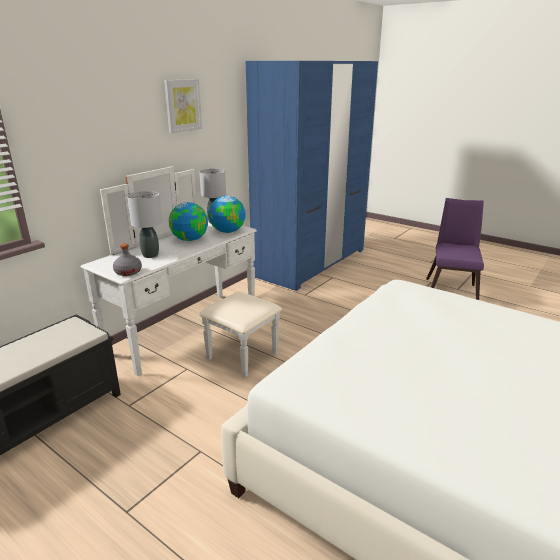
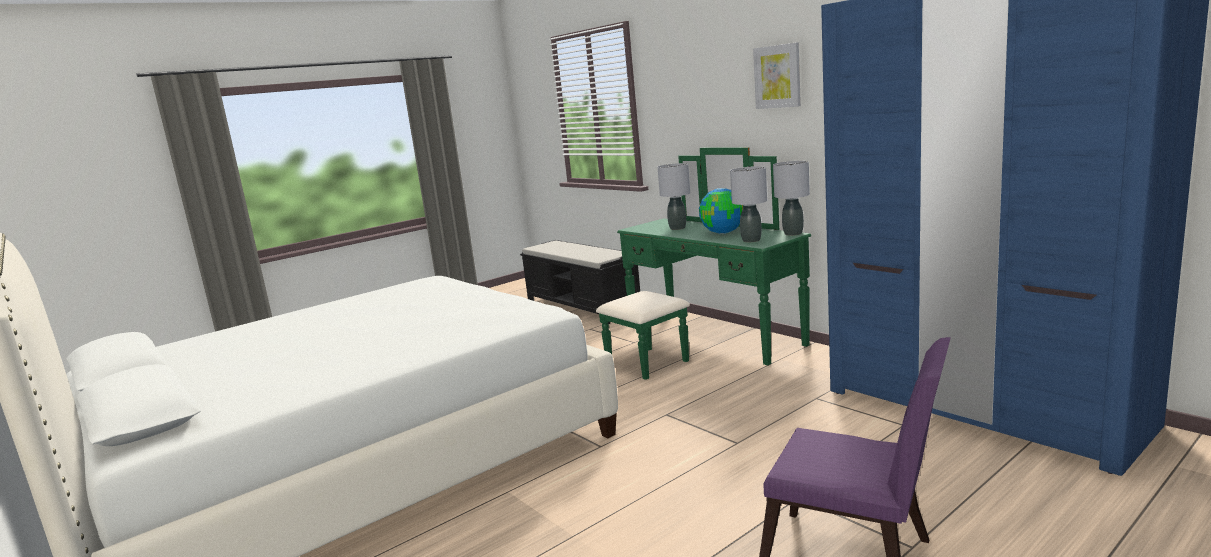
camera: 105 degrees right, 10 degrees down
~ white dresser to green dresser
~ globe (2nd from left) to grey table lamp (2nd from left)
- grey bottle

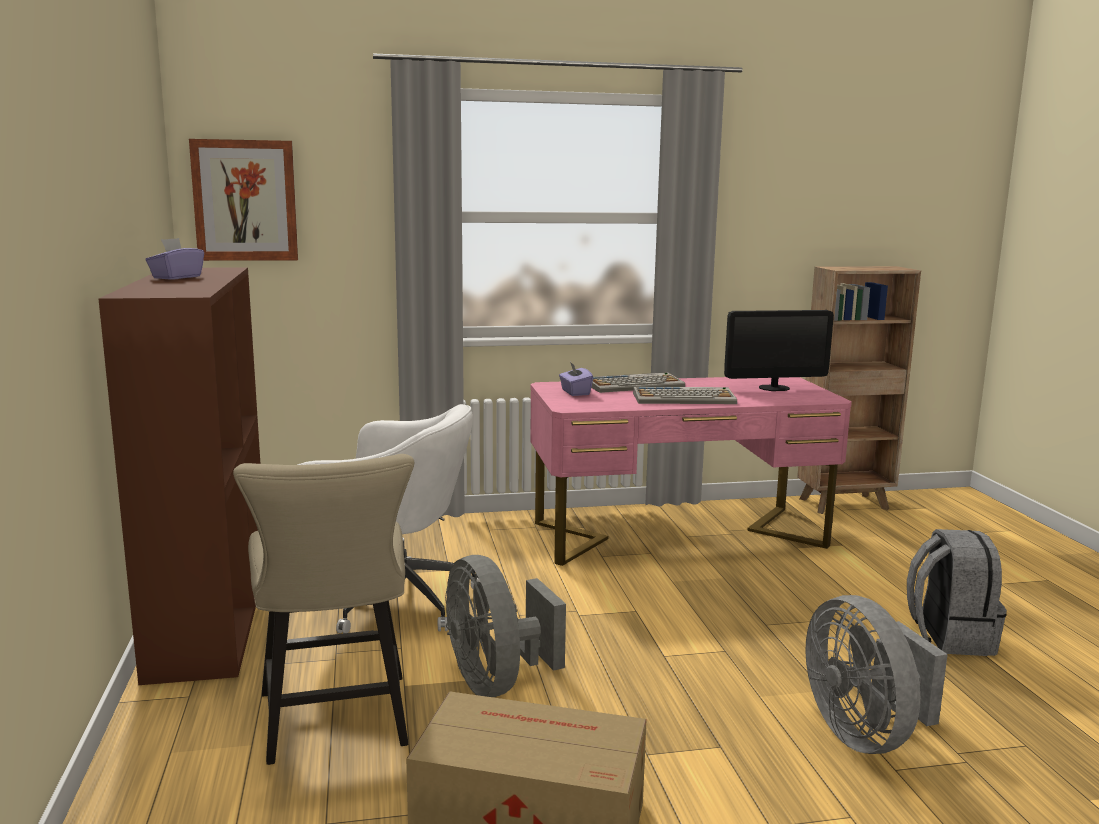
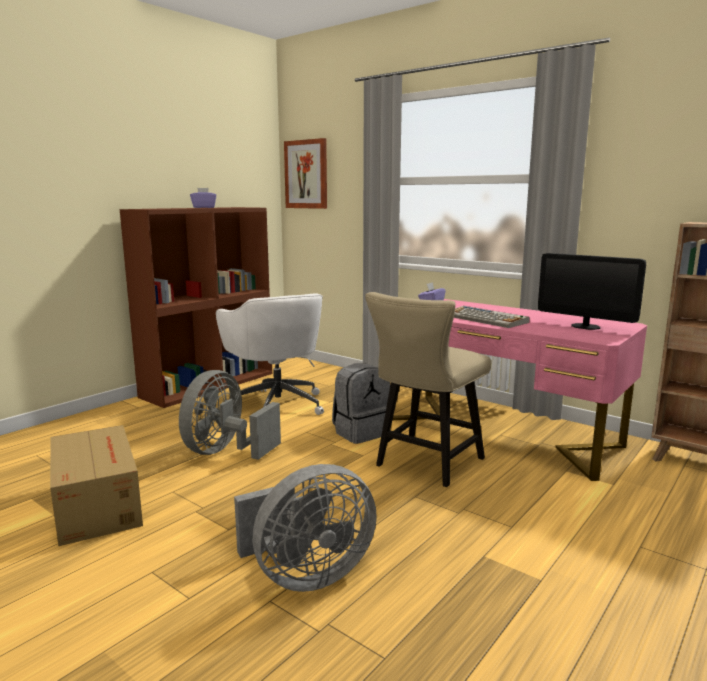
camera: 50 degrees right, 0 degrees up
- keyboard (1st from left)
~ beige chair
~ grey backpack
~ grey fan (2nd from left) 150 degrees counterclockwise

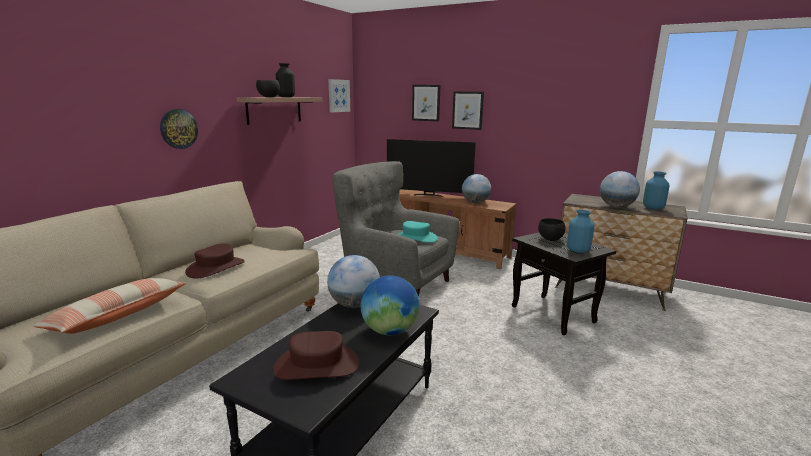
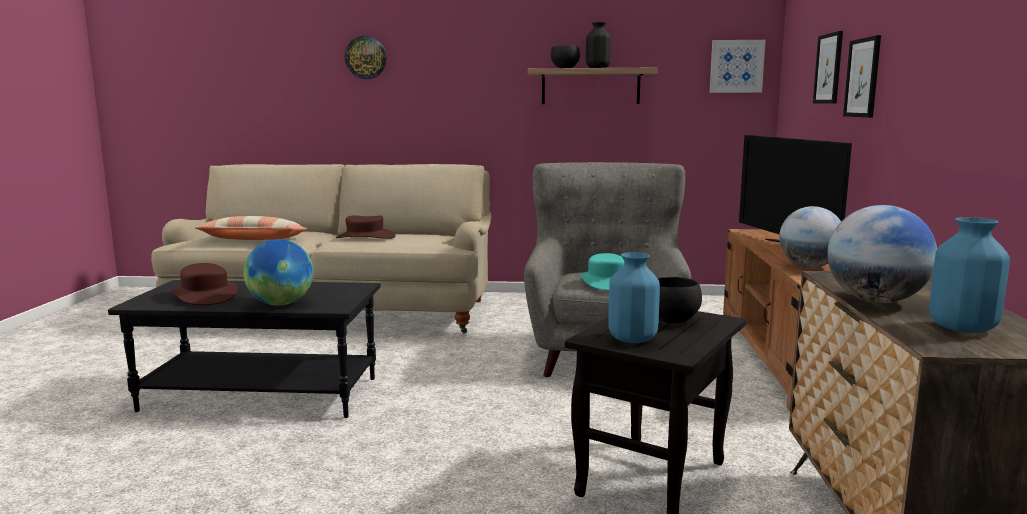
camera: 65 degrees right, 5 degrees down
~ wall clock
- globe (1st from left)

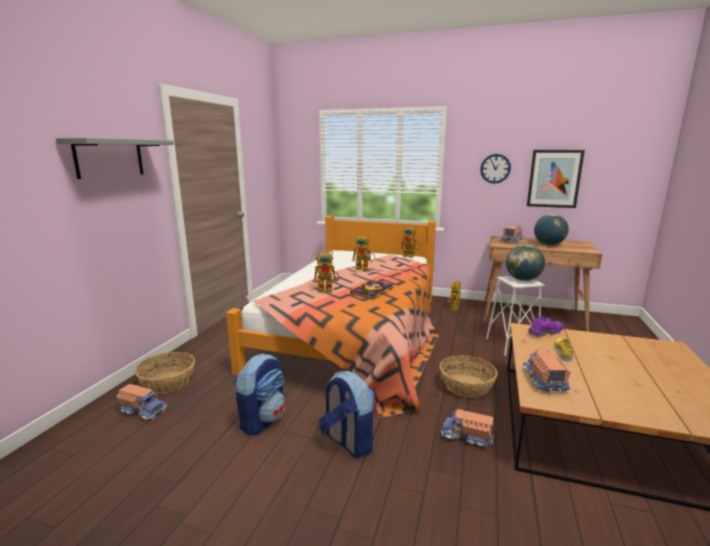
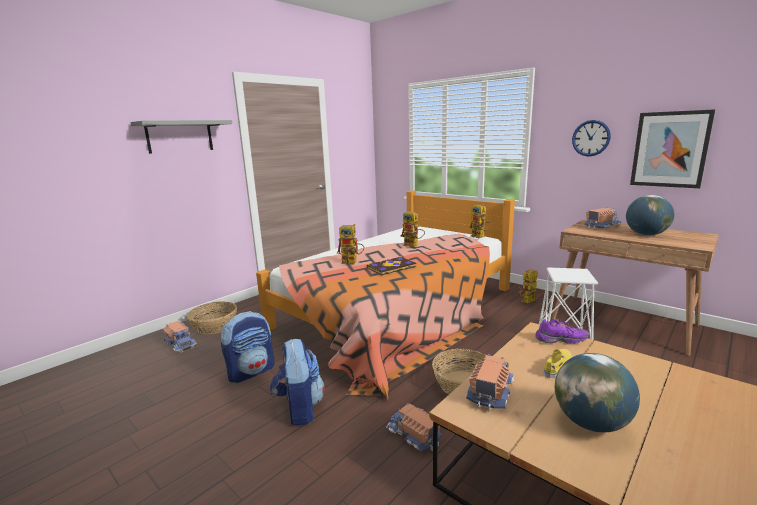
camera: 25 degrees right, 0 degrees up
~ globe (1st from left)

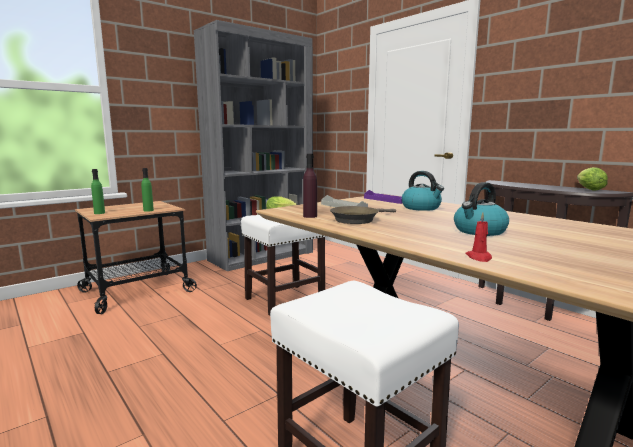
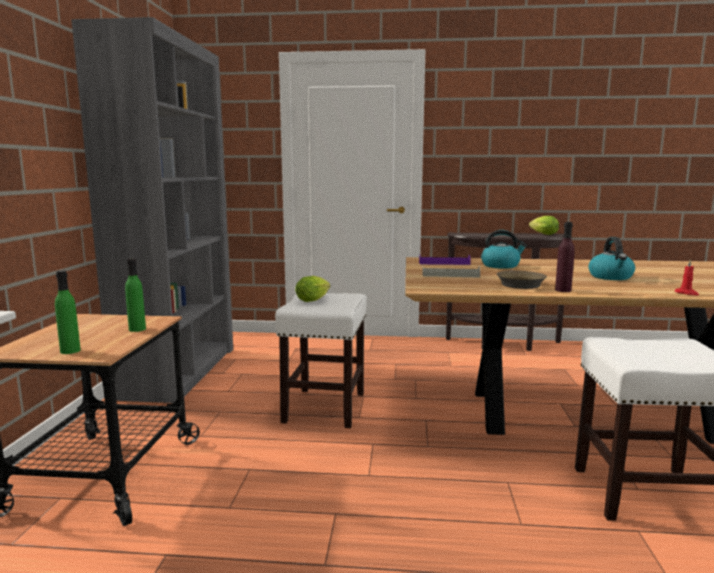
camera: 45 degrees left, 0 degrees up
~ purple bottle

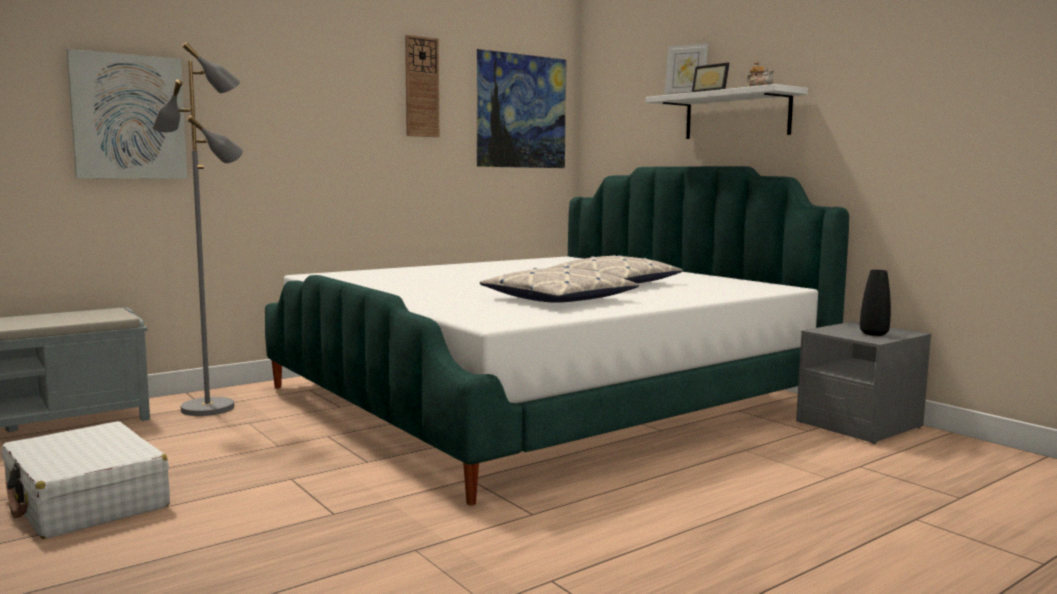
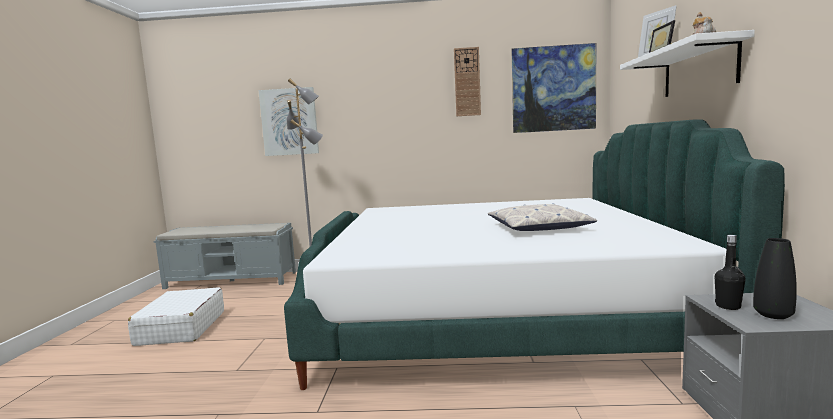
camera: 40 degrees right, 0 degrees up
- pillow (1st from left)
+ black bottle

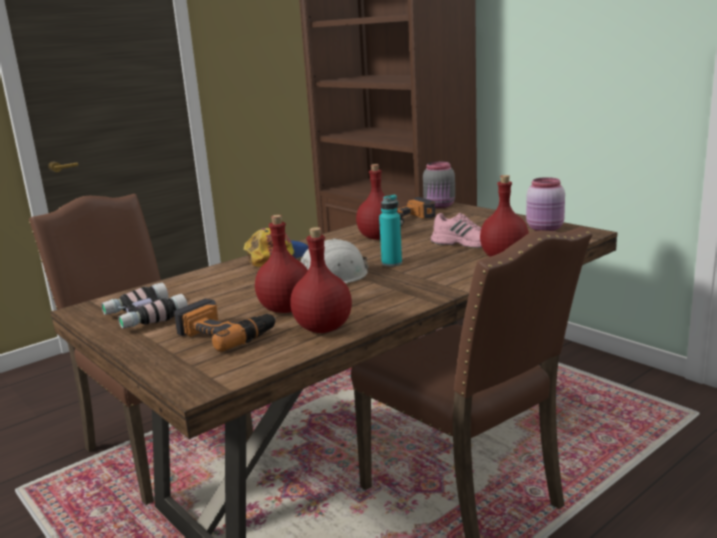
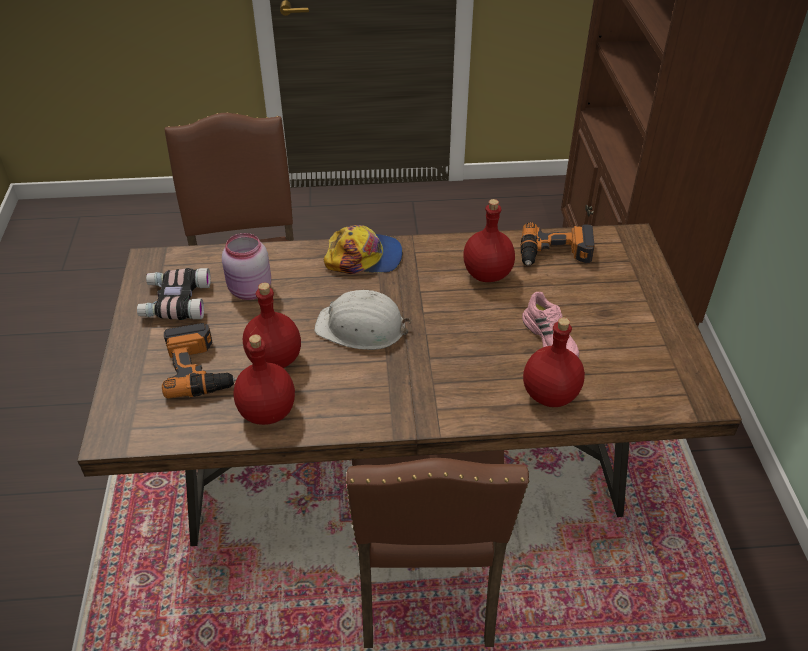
camera: 35 degrees right, 25 degrees up
- grey jar
~ pink jar
- turquoise bottle

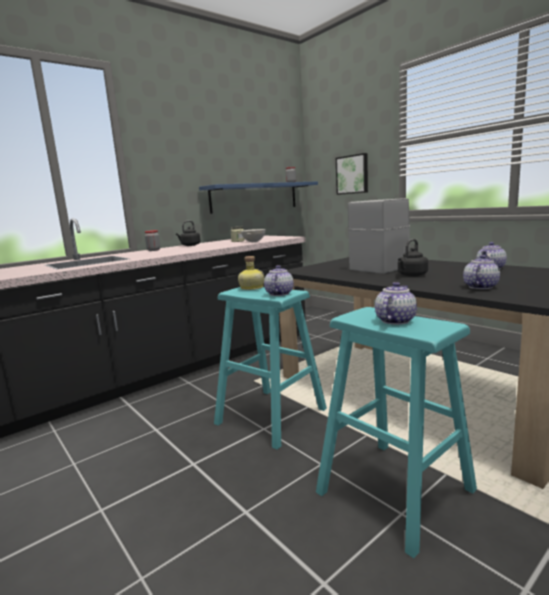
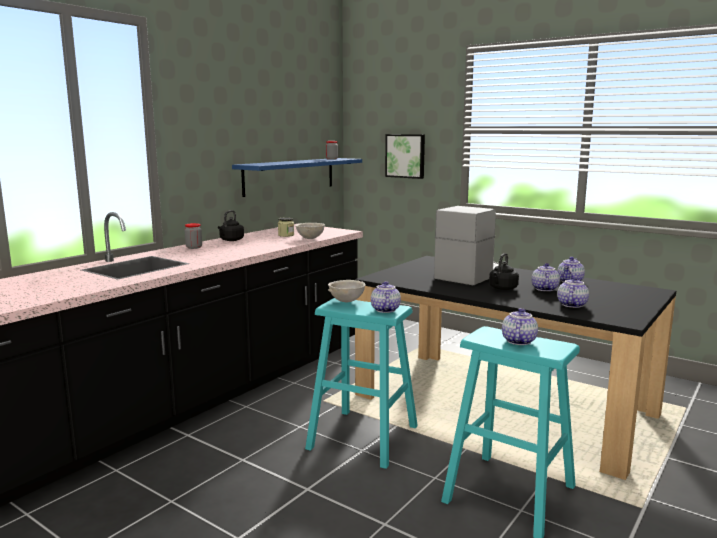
camera: 15 degrees left, 0 degrees up
~ bottle to grey bowl (2nd from left)
+ teapot (3rd from left)

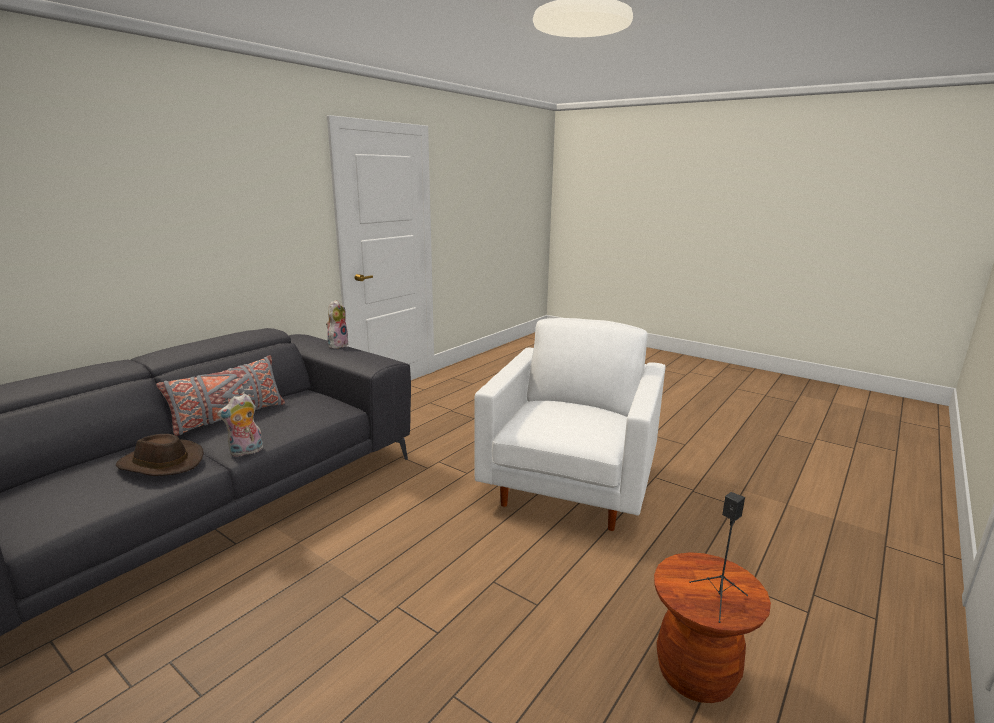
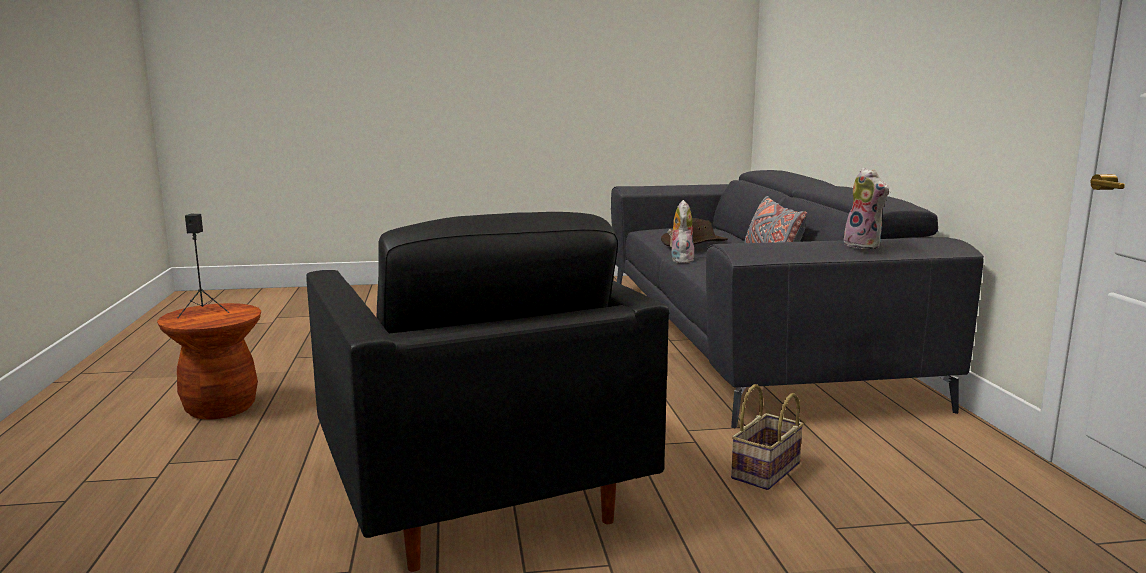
camera: 135 degrees right, 5 degrees down
~ white armchair to black armchair
+ basket

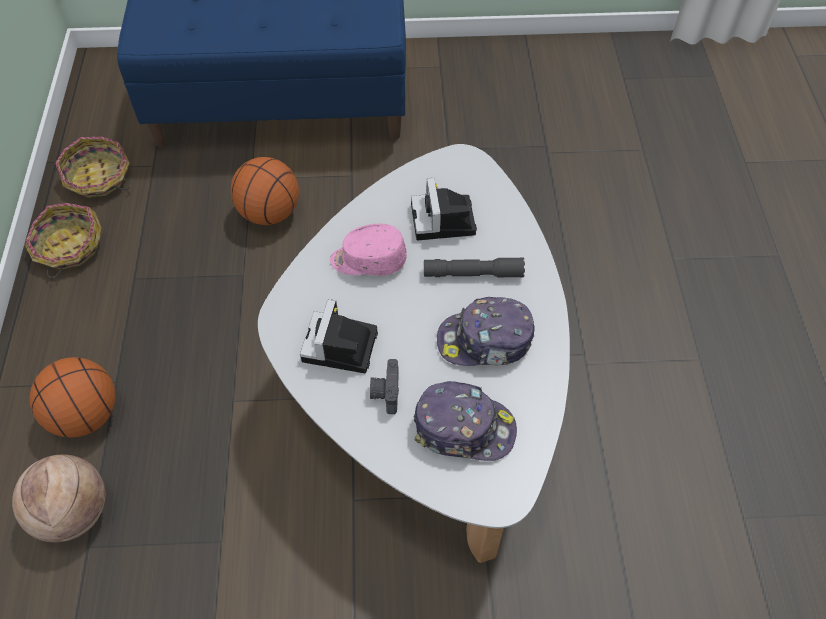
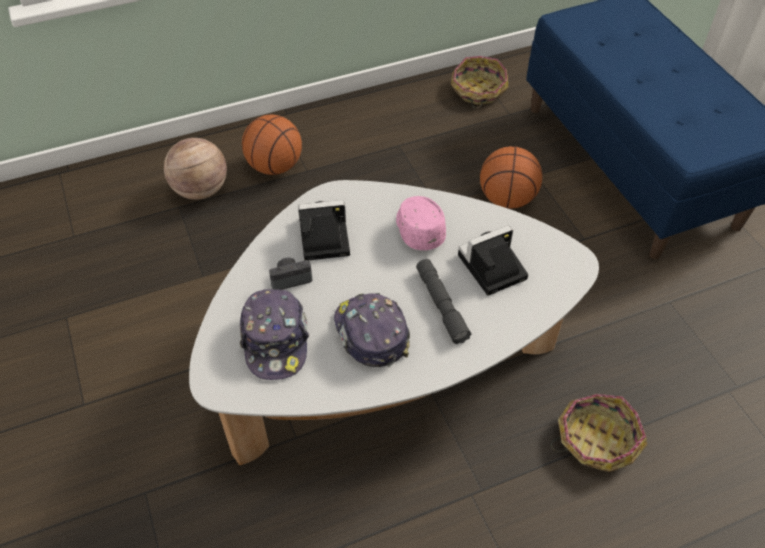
camera: 70 degrees right, 5 degrees down
~ basket (1st from left in the first image) to basket (2nd from left)

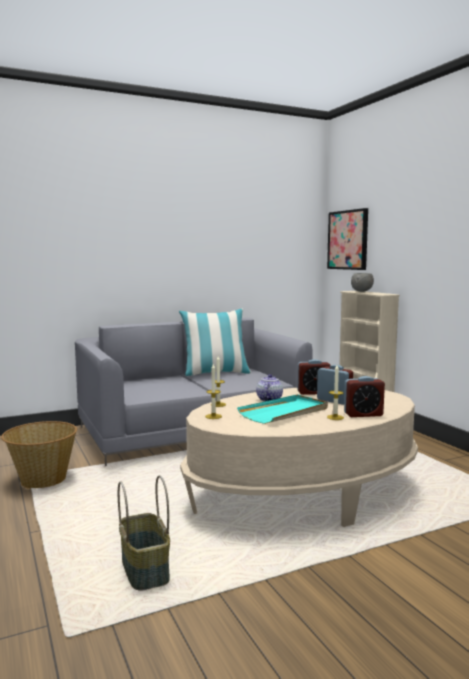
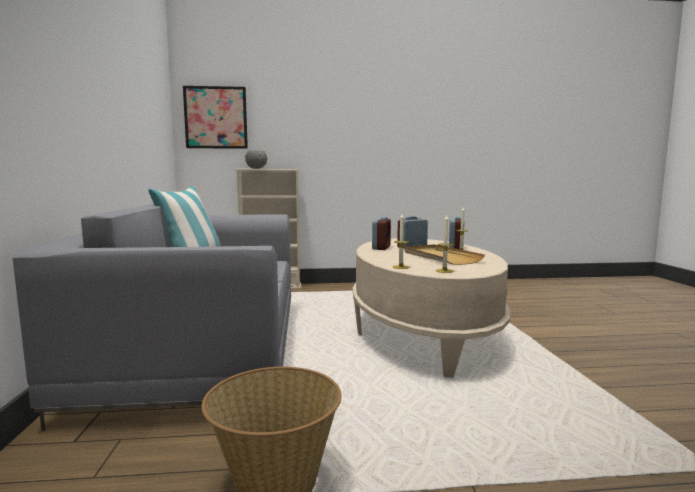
camera: 70 degrees left, 0 degrees up
- teapot
~ turquoise tray to beige tray
- basket (2nd from left)

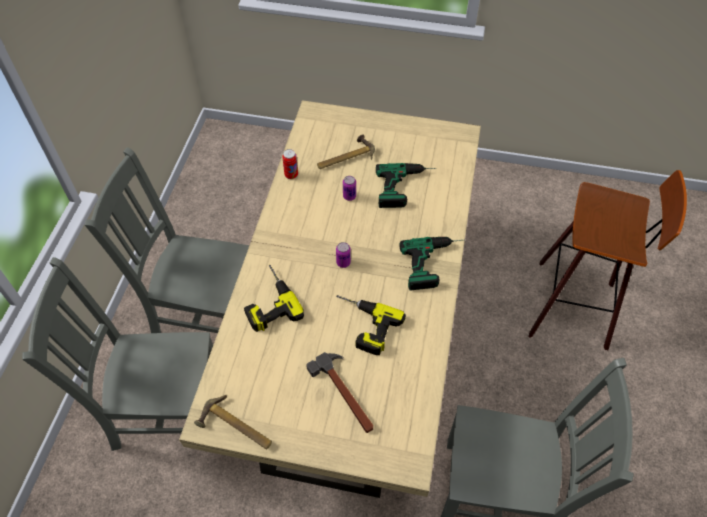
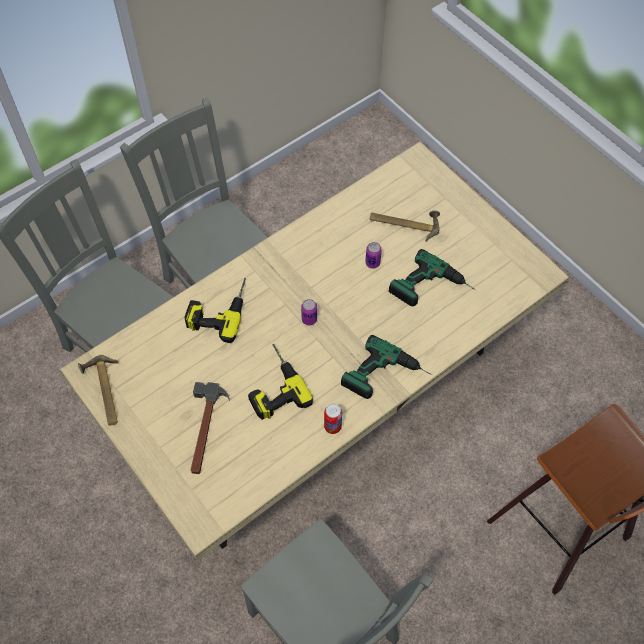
camera: 40 degrees right, 5 degrees up
~ can (1st from left in the first image) to can (2nd from left)

